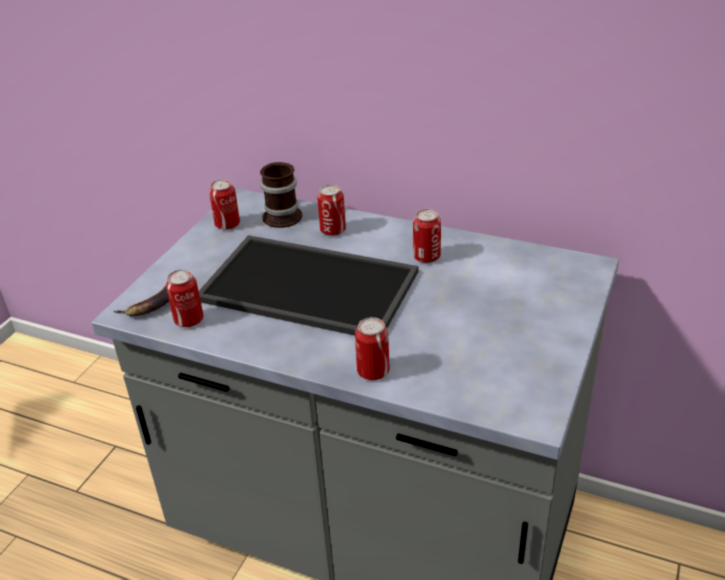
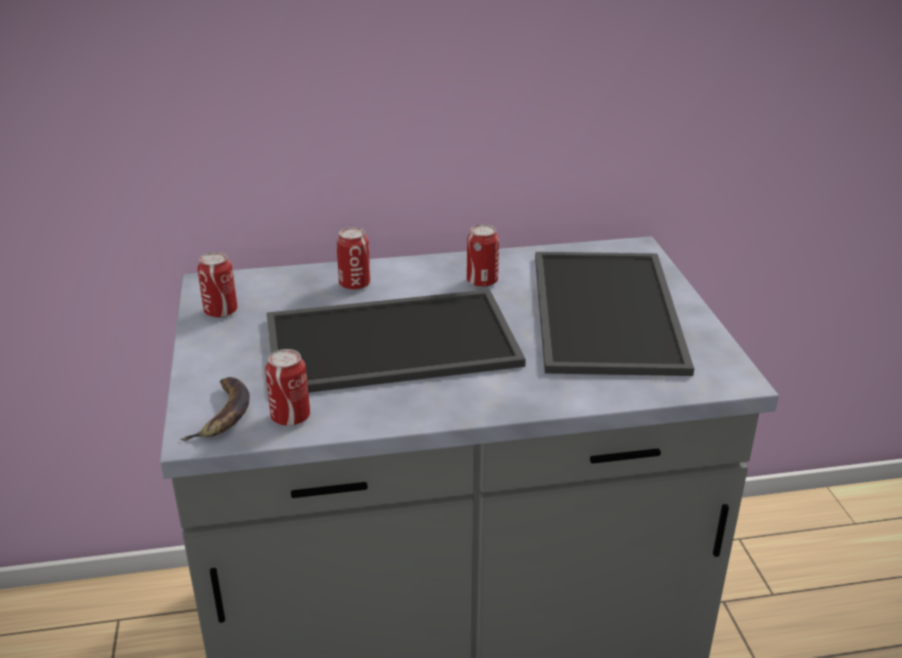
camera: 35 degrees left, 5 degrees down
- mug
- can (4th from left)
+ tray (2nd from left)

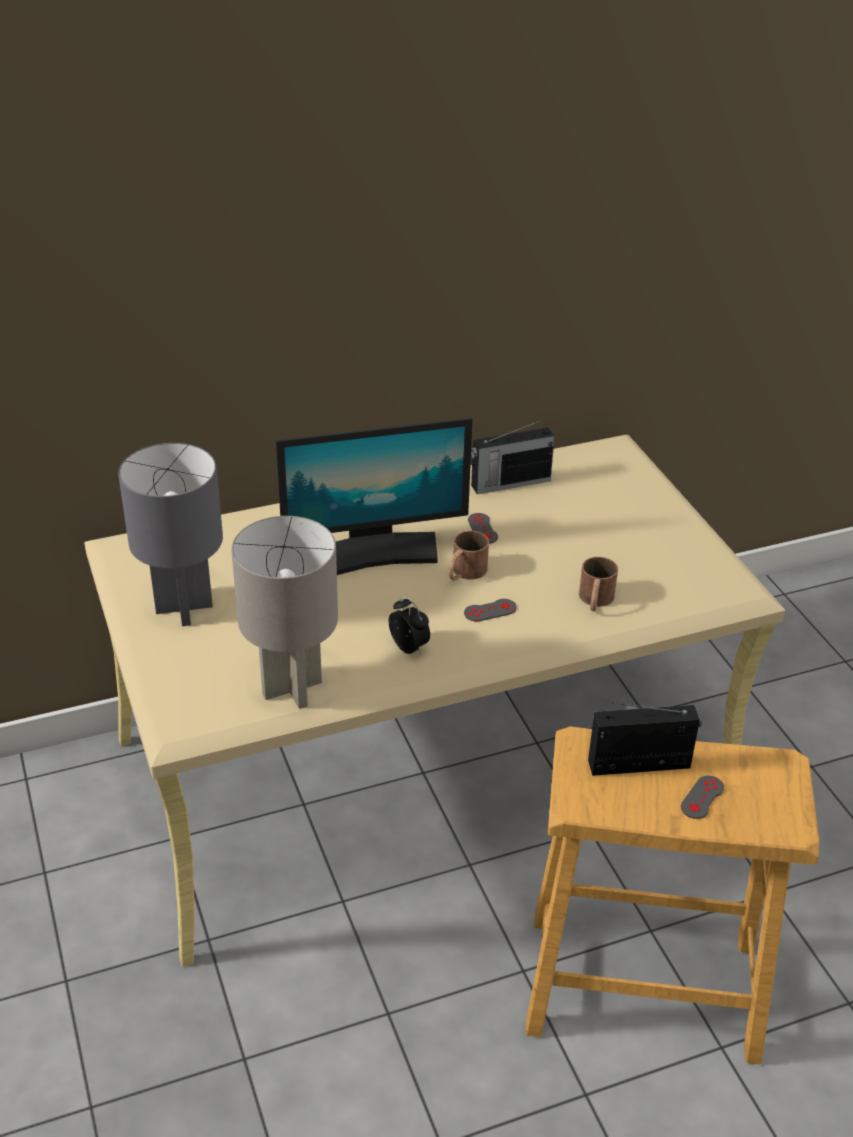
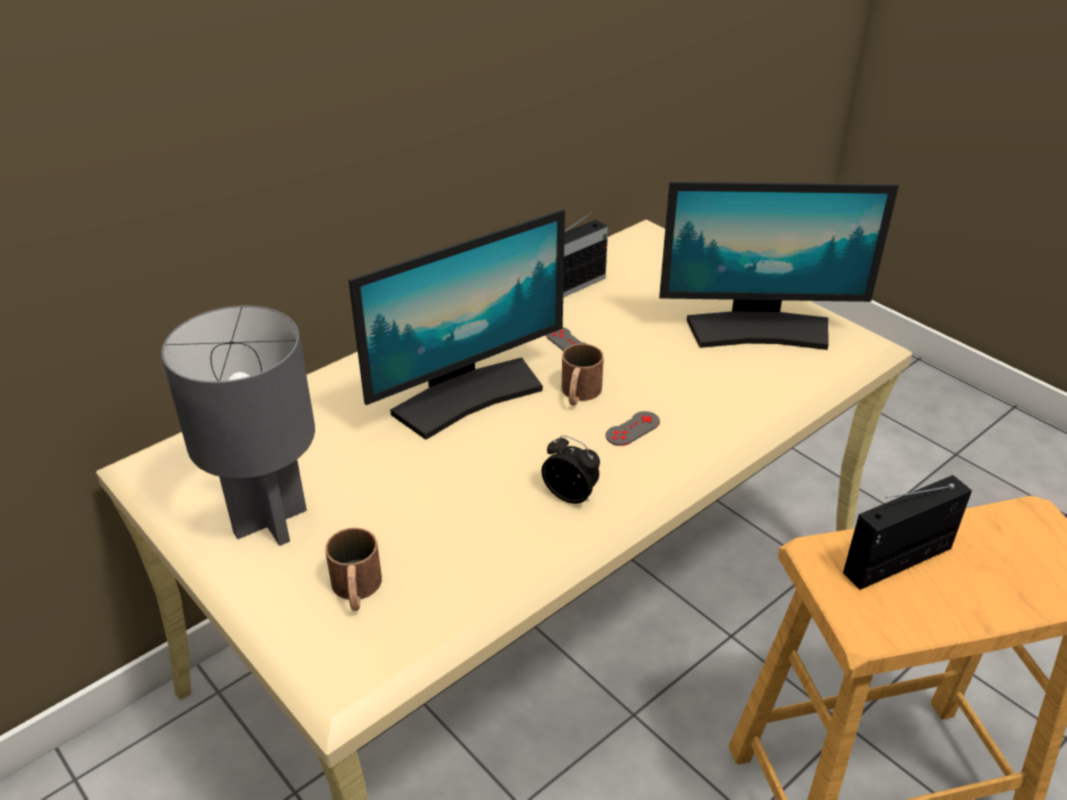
camera: 20 degrees left, 0 degrees up
- grey table lamp (2nd from left)
~ brown mug (2nd from left in the first image) to brown mug (1st from left)
- grey game controller (3rd from left)
+ monitor (2nd from left)

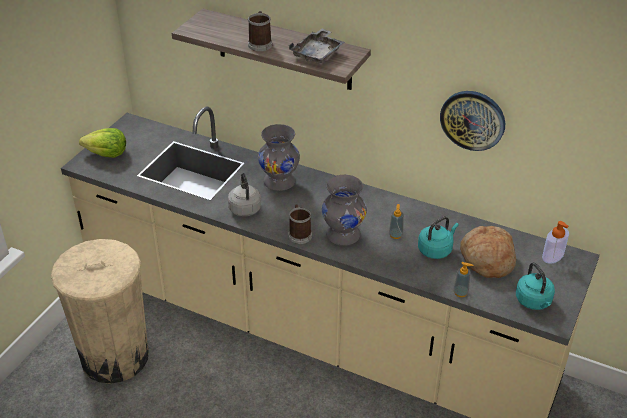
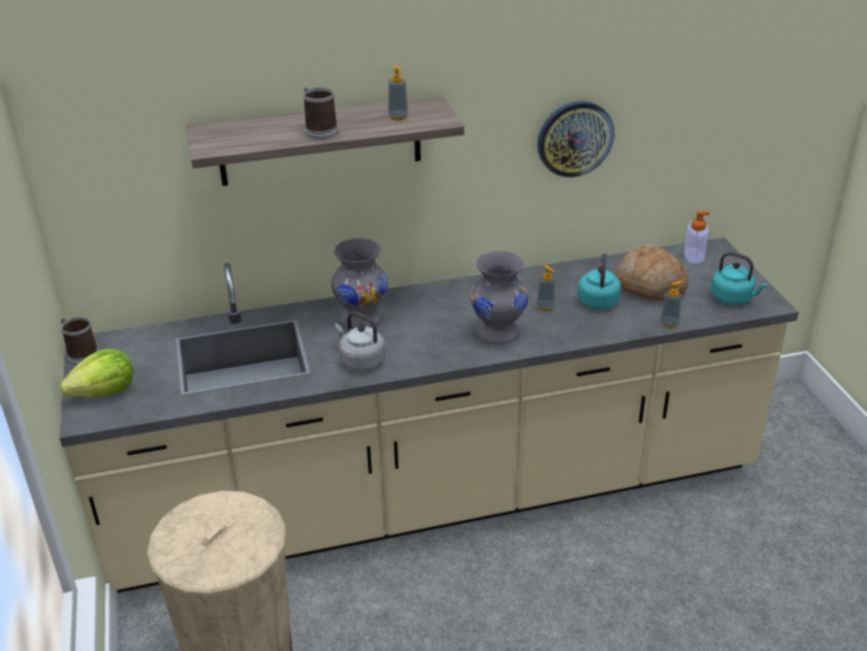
camera: 40 degrees left, 5 degrees down
~ grey tray to soap dispenser (1st from left)
~ mug (2nd from left in the first image) to mug (1st from left)

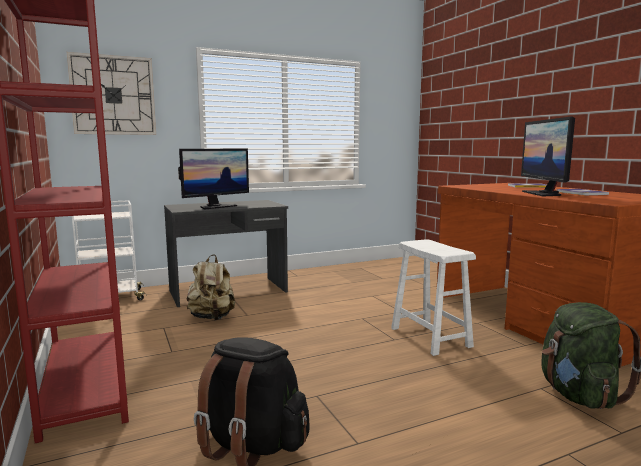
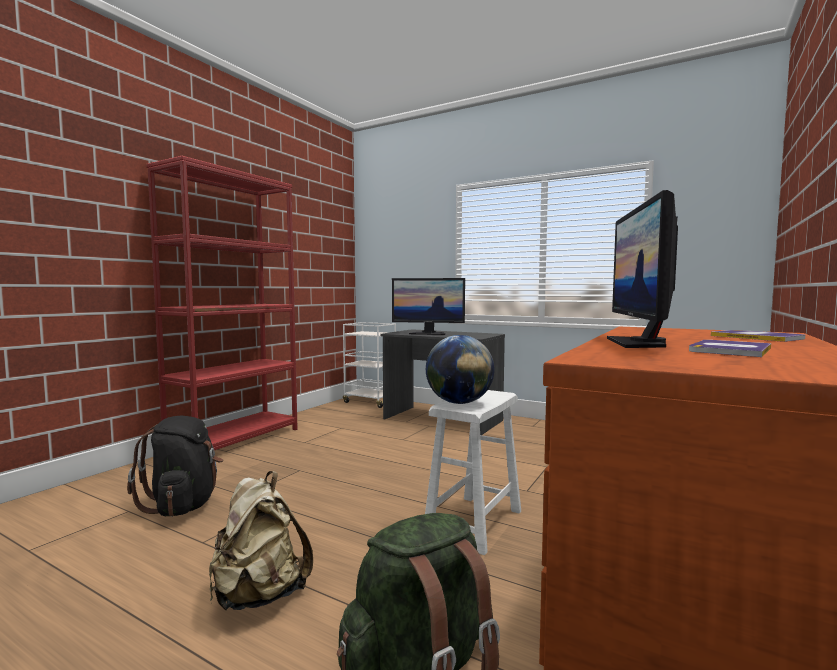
camera: 55 degrees right, 5 degrees down
- wall clock
~ monitor (2nd from left) 45 degrees counterclockwise
~ beige backpack
+ globe

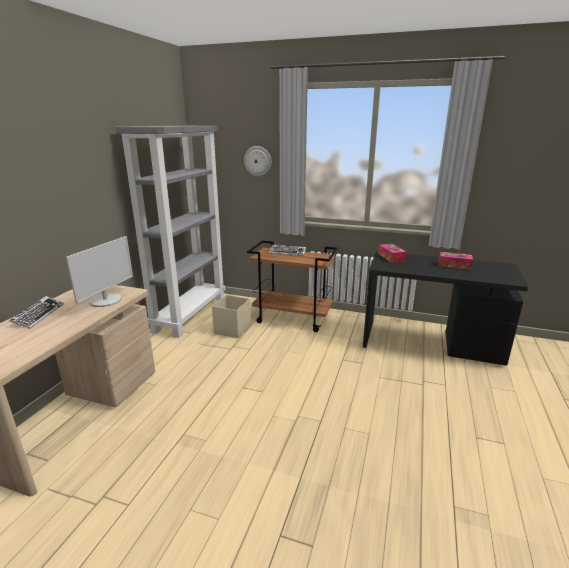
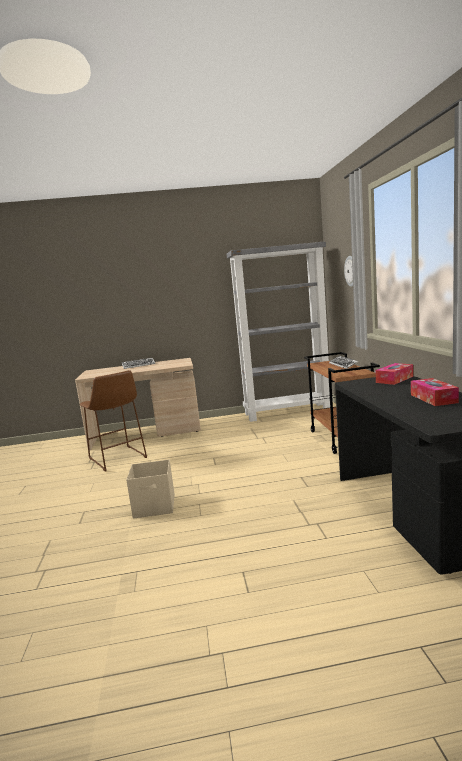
camera: 65 degrees right, 10 degrees down
- monitor
~ beige storage box
+ brown stool

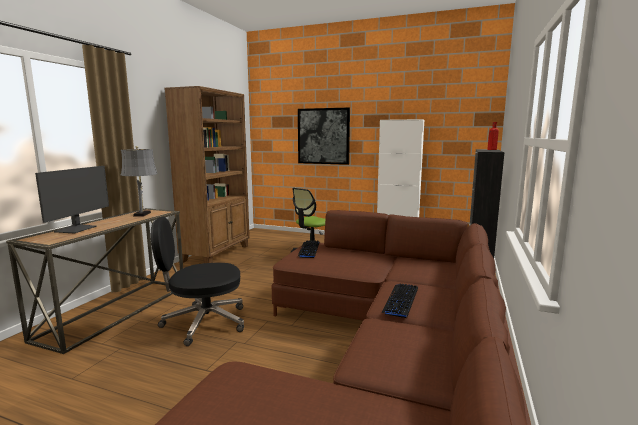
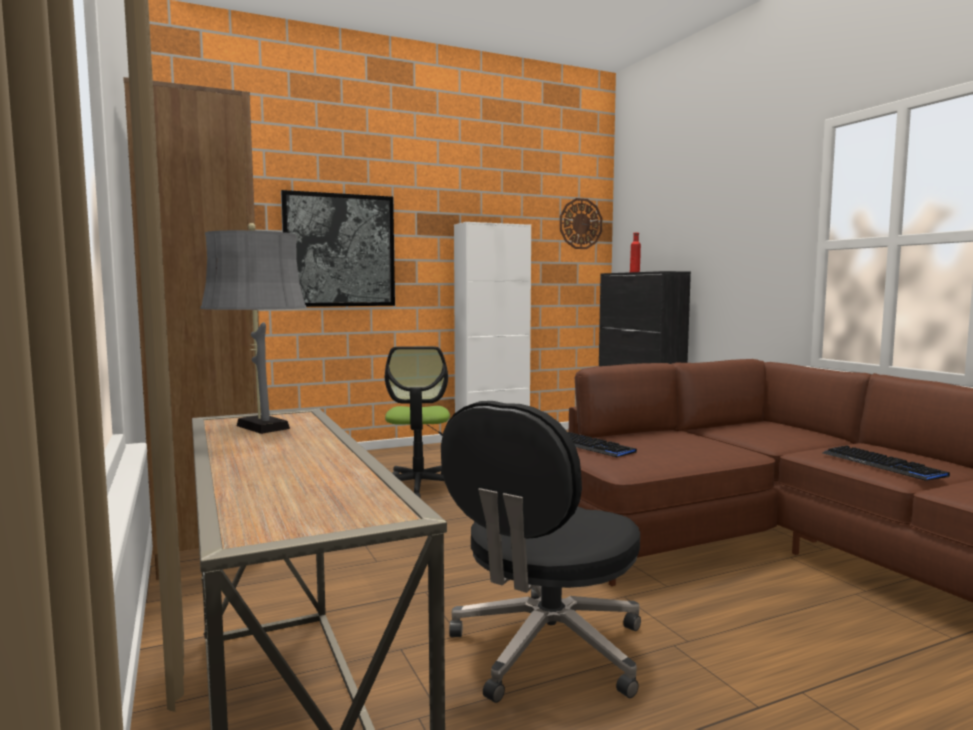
camera: 45 degrees left, 5 degrees down
- monitor
+ wall clock

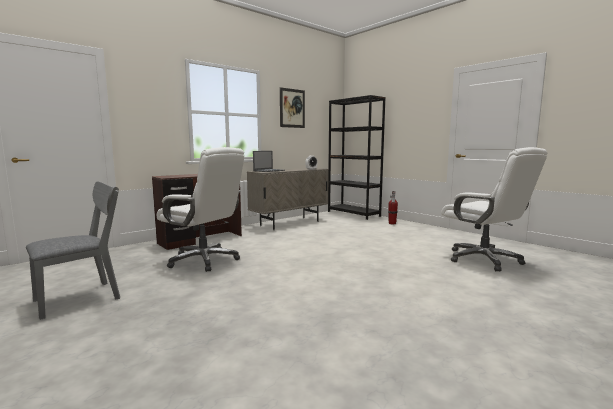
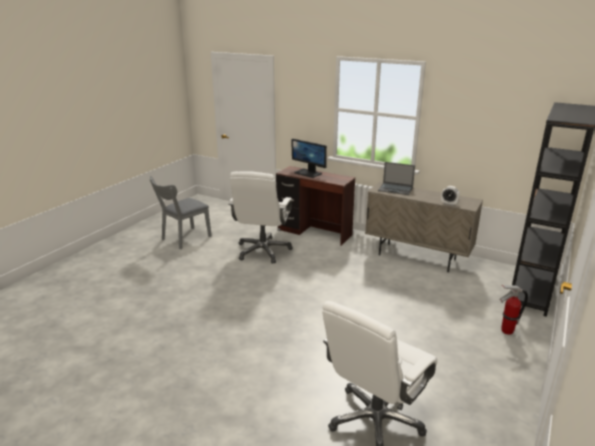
camera: 70 degrees right, 15 degrees up
- picture
~ grey chair 105 degrees clockwise
+ monitor

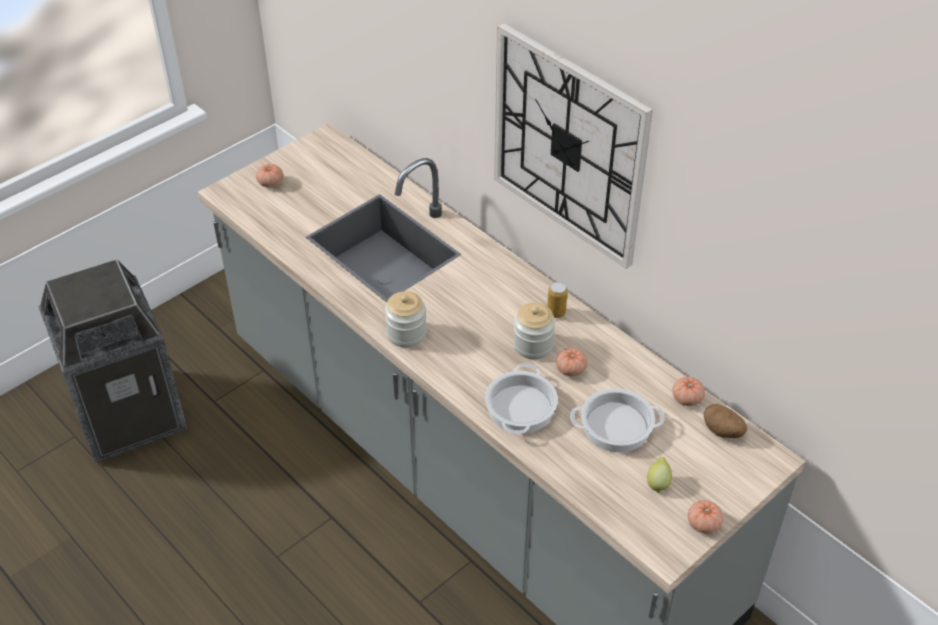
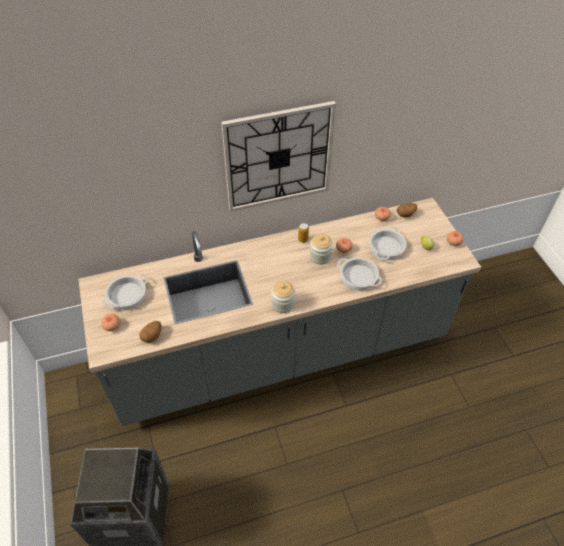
camera: 65 degrees left, 5 degrees up
+ cooking pot (1st from left)
+ potato (1st from left)

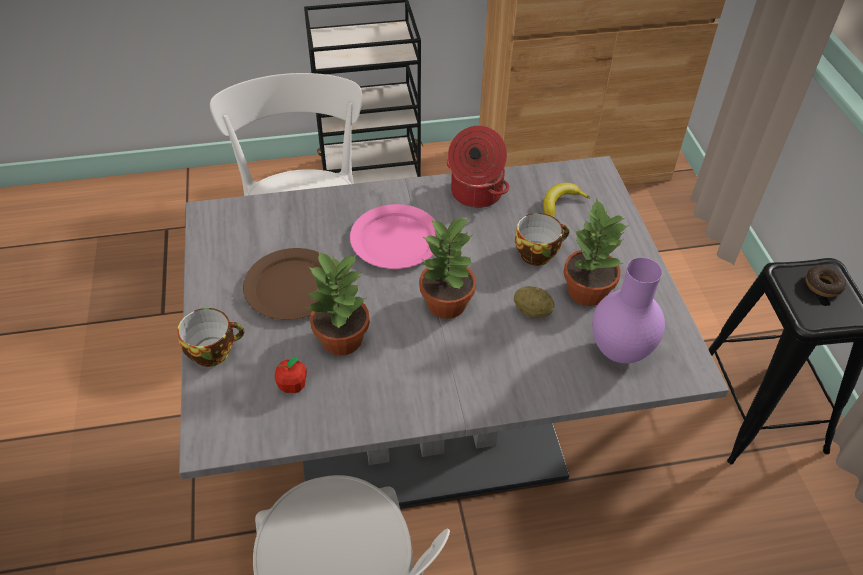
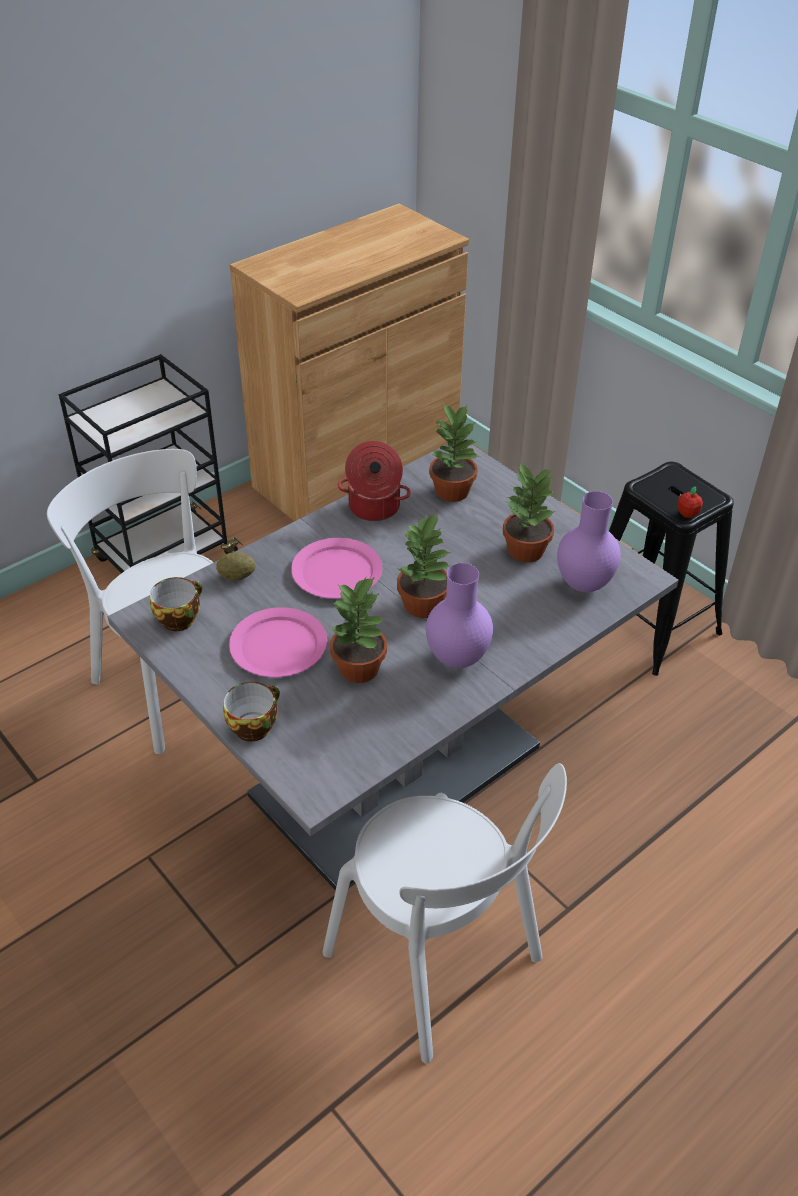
camera: 30 degrees left, 5 degrees down
~ banana to potted plant (3rd from left)
~ cup (2nd from left in the first image) to cup (1st from left)
~ brown plate to pink plate (1st from left)
- donut
~ potato
~ apple
+ purple vase (1st from left)

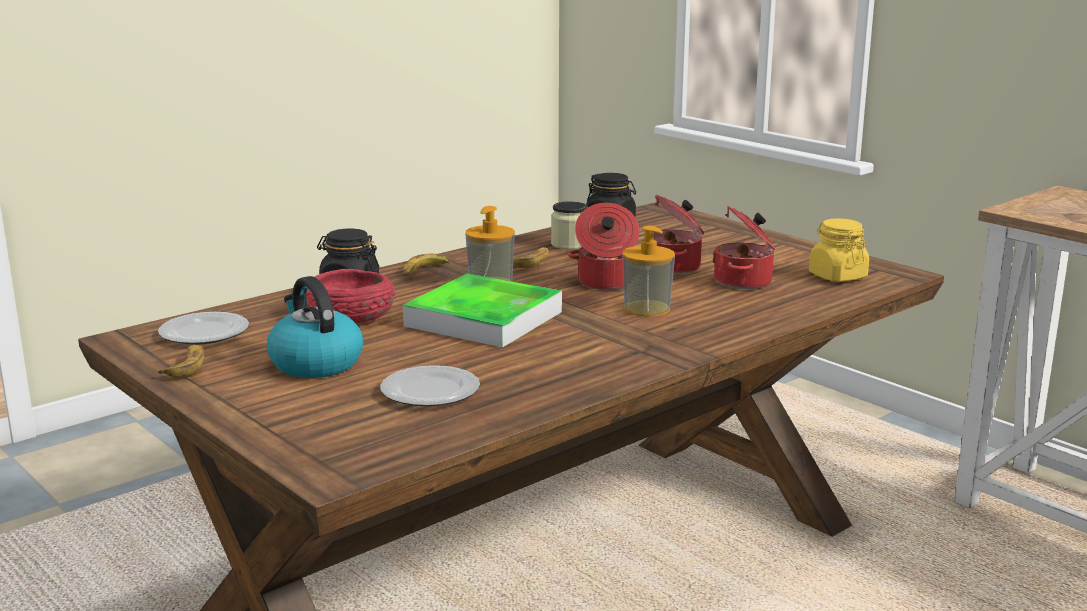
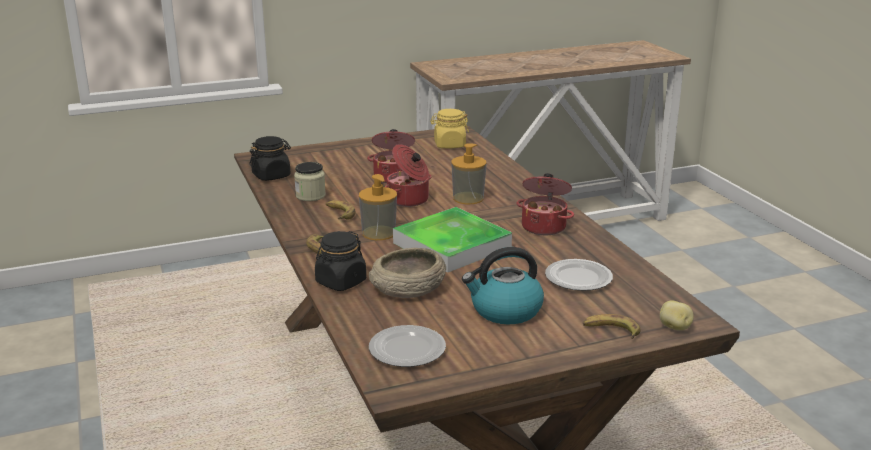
camera: 70 degrees left, 5 degrees up
~ cooking pot (3rd from left)
~ red bowl to beige bowl
~ banana (1st from left in the first image) to banana (3rd from left)
+ potato

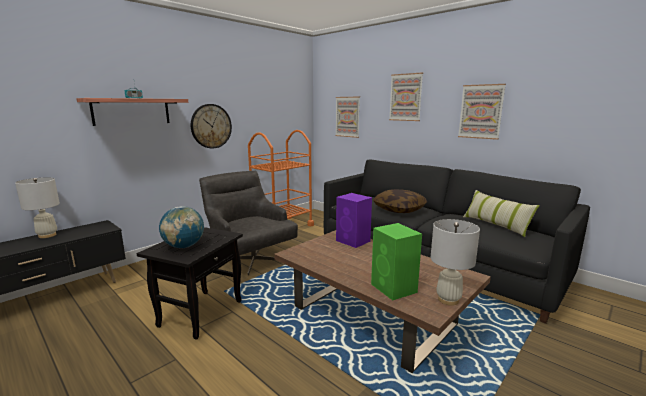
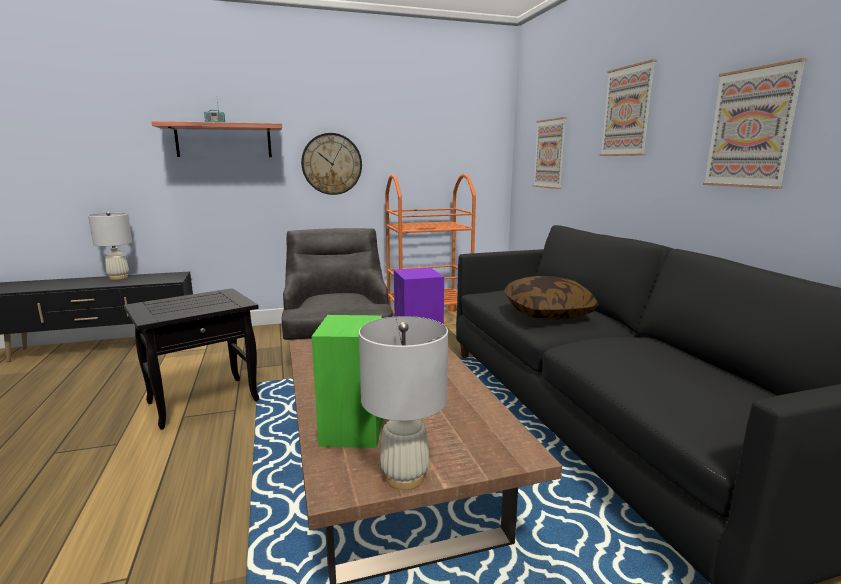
camera: 30 degrees right, 0 degrees up
- pillow (2nd from left)
- globe

